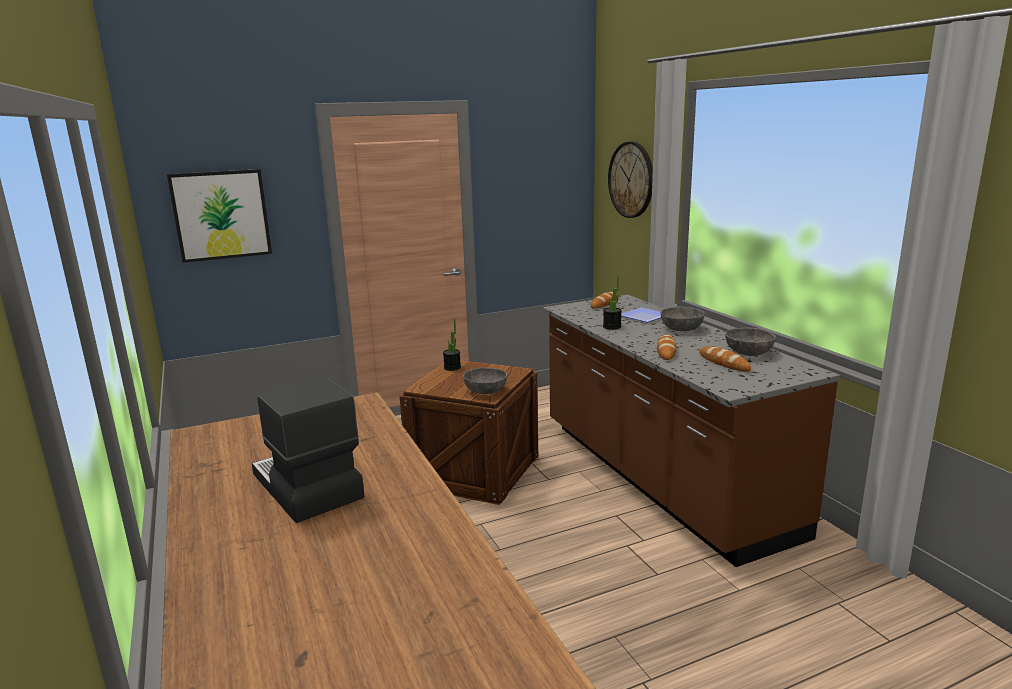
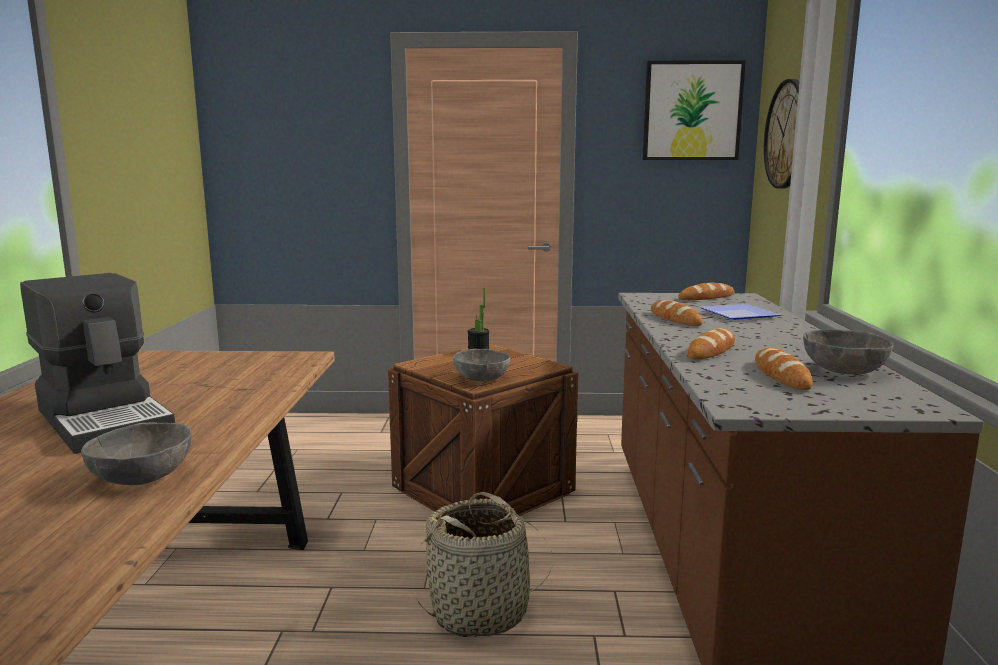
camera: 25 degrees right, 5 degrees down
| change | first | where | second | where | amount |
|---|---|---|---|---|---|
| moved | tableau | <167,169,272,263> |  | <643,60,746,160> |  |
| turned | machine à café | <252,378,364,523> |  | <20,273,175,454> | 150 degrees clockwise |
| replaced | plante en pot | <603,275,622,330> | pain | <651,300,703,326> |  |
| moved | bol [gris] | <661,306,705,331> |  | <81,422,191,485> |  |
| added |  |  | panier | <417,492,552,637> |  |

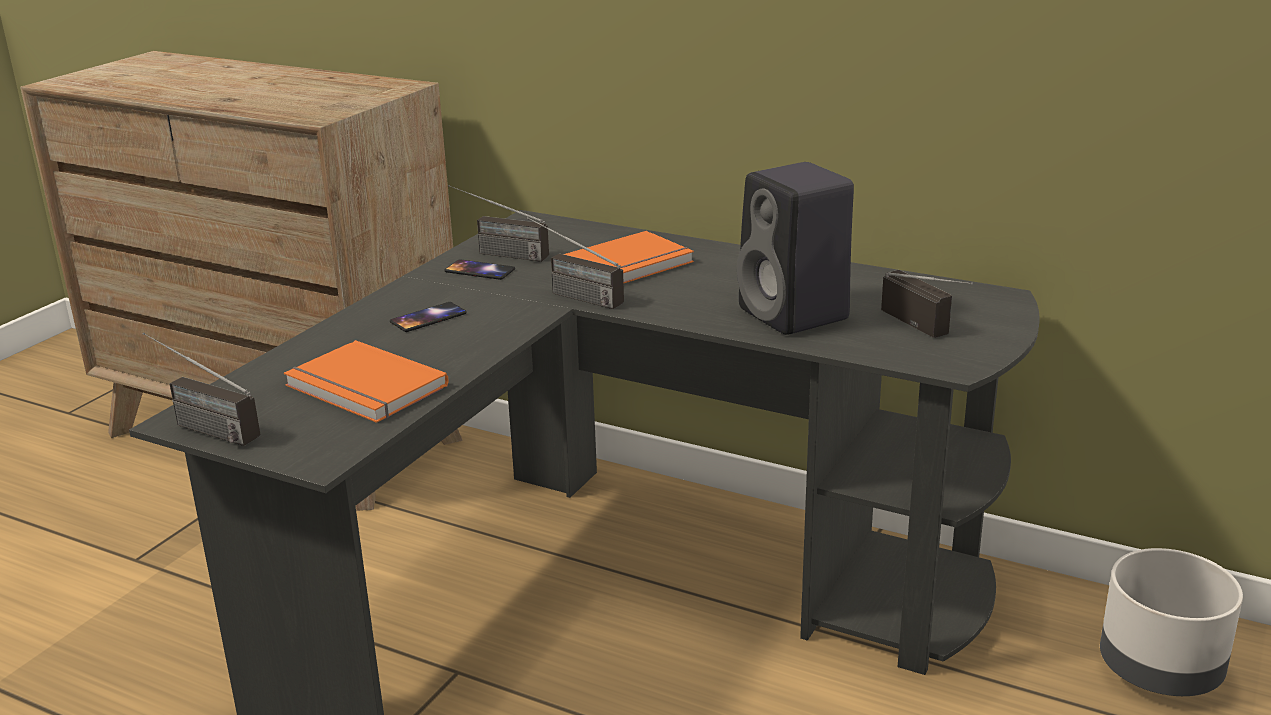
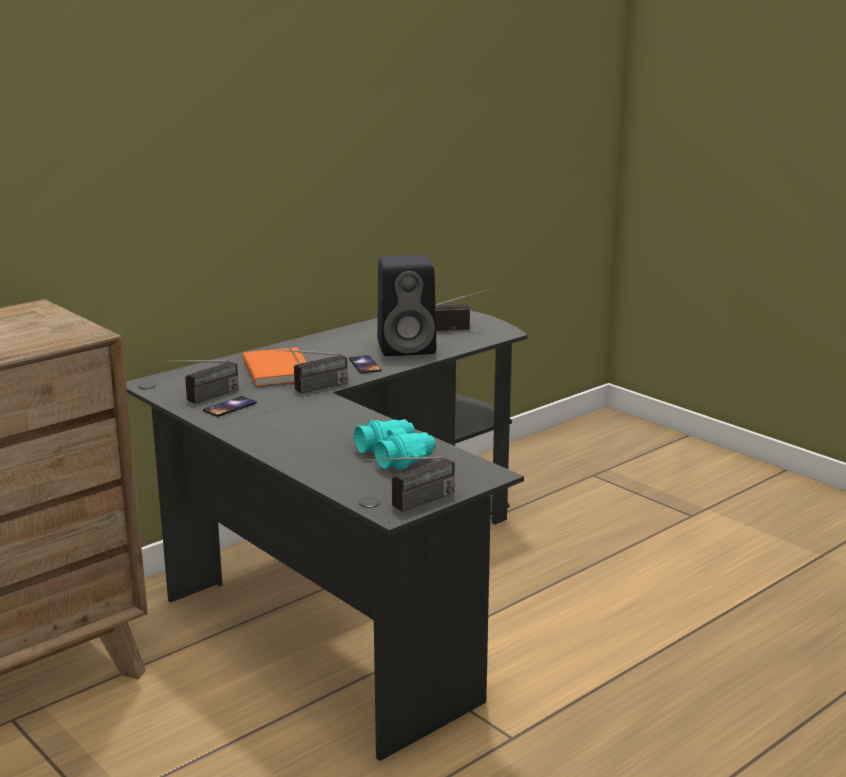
camera: 70 degrees left, 5 degrees down
| change | first | where | second | where | amount |
|---|---|---|---|---|---|
| replaced | livre [orange] | <284,340,449,423> | jumelles [turquoise] | <354,419,436,470> |  |
| moved | téléphone | <390,302,467,332> |  | <349,355,381,374> |  |
| removed | cache-pot [gris] | <1100,548,1243,696> |  |  |  |

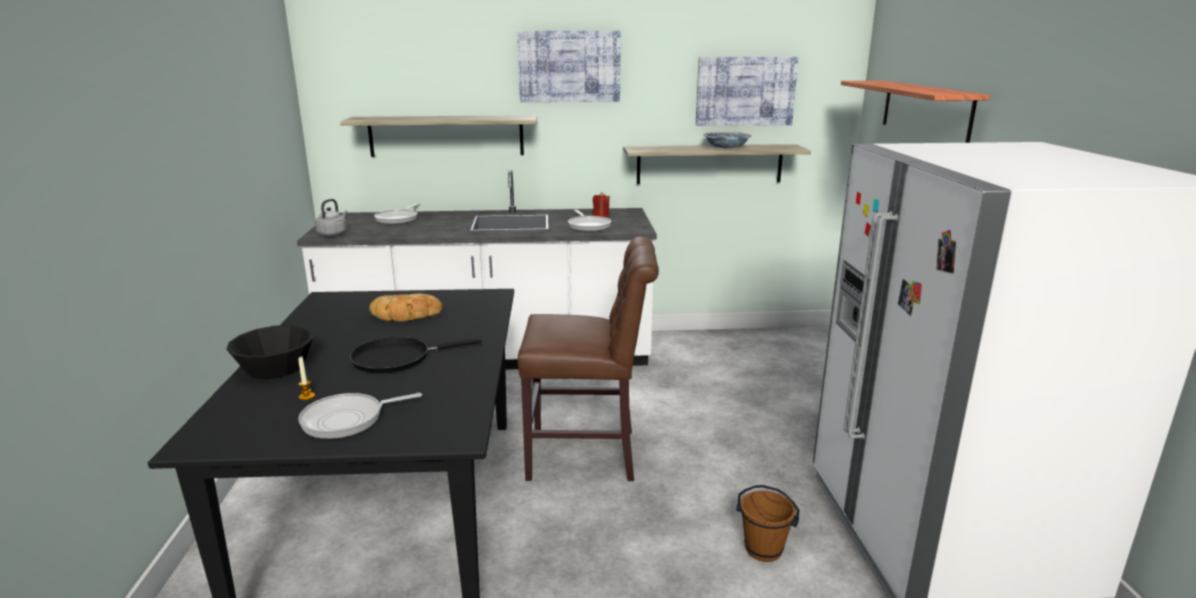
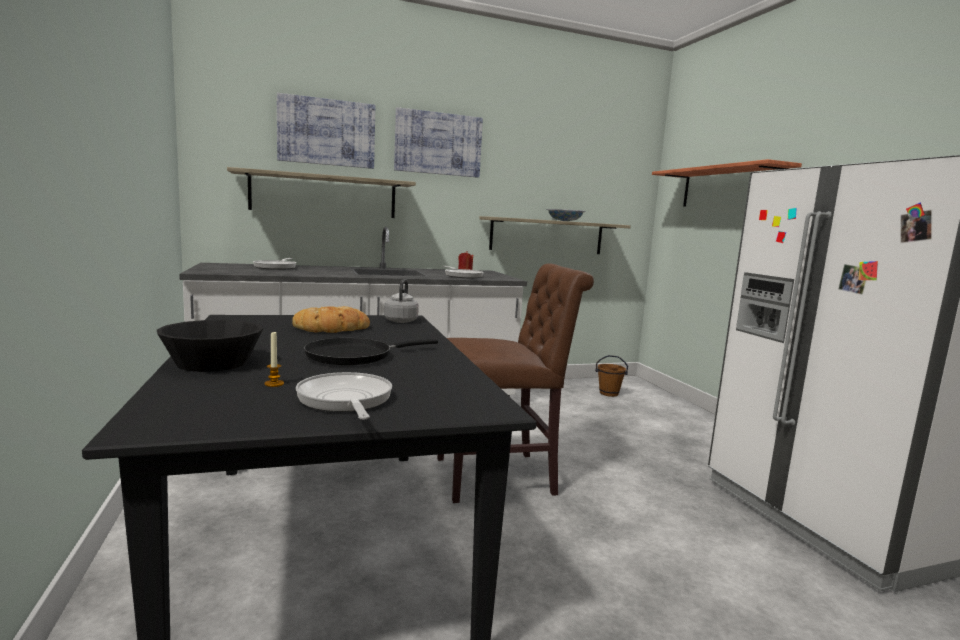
camera: 15 degrees left, 10 degrees down
| change | first | where | second | where | amount |
|---|---|---|---|---|---|
| turned | poêle | <298,393,422,439> |  | <296,372,392,419> | 105 degrees clockwise |
| moved | bouilloire [gris] | <315,199,347,236> |  | <384,279,419,323> |  |
| moved | tableau | <696,57,798,126> |  | <277,93,375,169> |  |
| moved | seau [marron] | <736,485,800,562> |  | <595,355,628,397> |  |

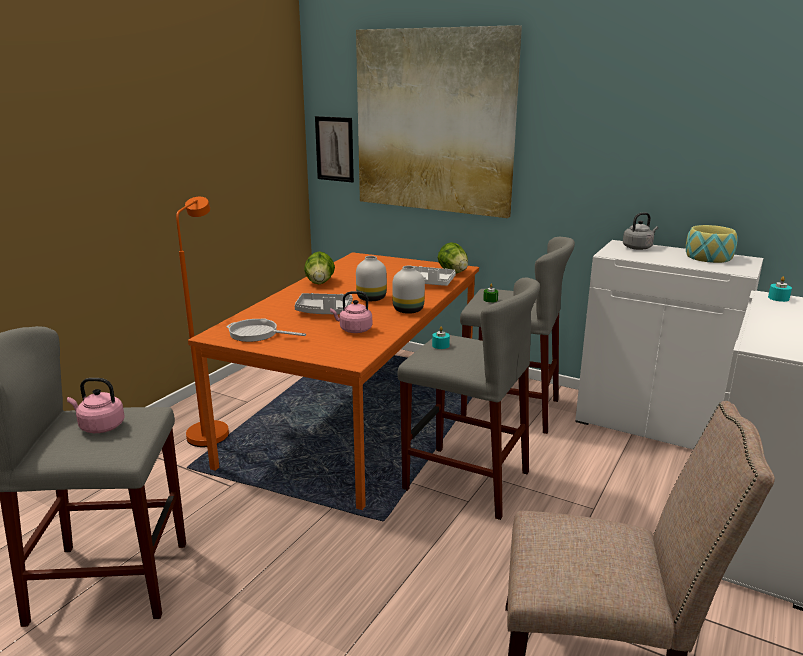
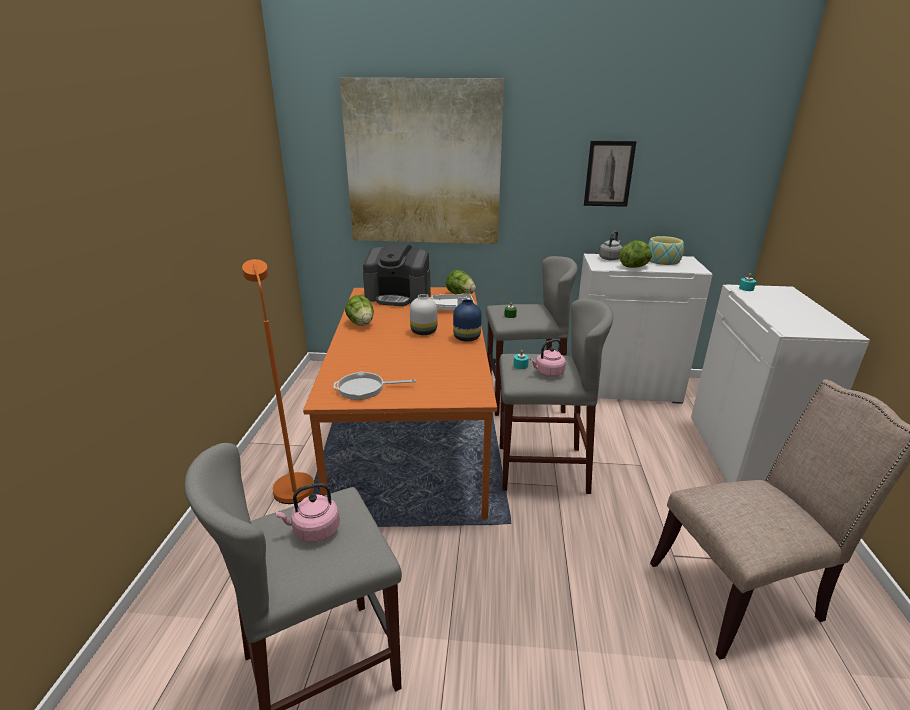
camera: 25 degrees left, 5 degrees up
| change | first | where | second | where | amount |
|---|---|---|---|---|---|
| removed | plateau [gris] | <294,293,353,314> |  |  |  |
| moved | tableau | <315,116,354,183> |  | <584,141,637,207> |  |
| moved | bouilloire [rose] | <330,291,372,333> |  | <530,339,566,377> |  |
| recoloured | vase [blanc] | <392,265,425,314> | vase [bleu] | <453,299,482,342> |  |
| added |  |  | machine à café | <363,243,431,306> |  |
| added |  |  | laitue | <619,241,652,268> |  |

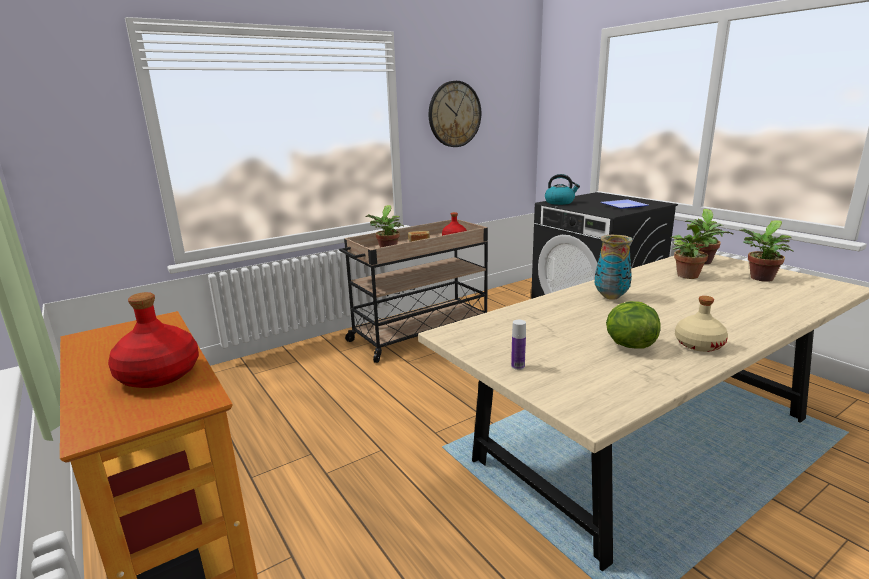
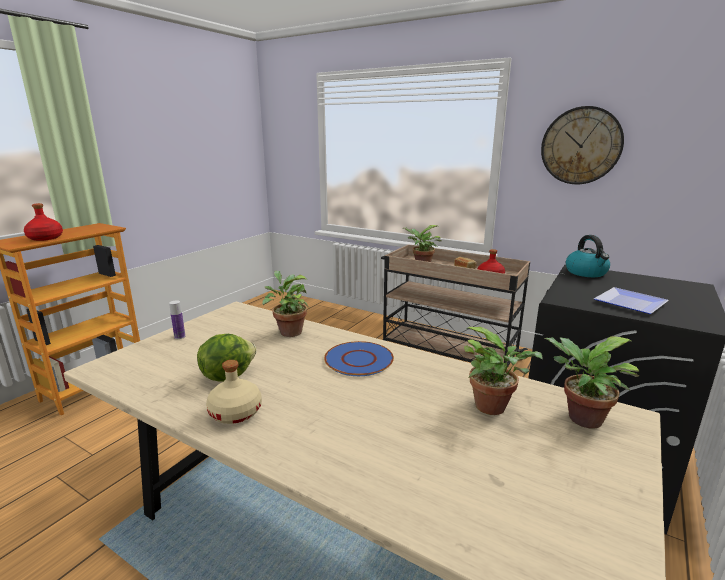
camera: 65 degrees right, 0 degrees up
| change | first | where | second | where | amount |
|---|---|---|---|---|---|
| replaced | vase | <595,235,633,300> | assiette [bleu] | <324,341,394,376> |  |
| moved | plante en pot | <740,220,794,282> |  | <262,271,309,337> |  |

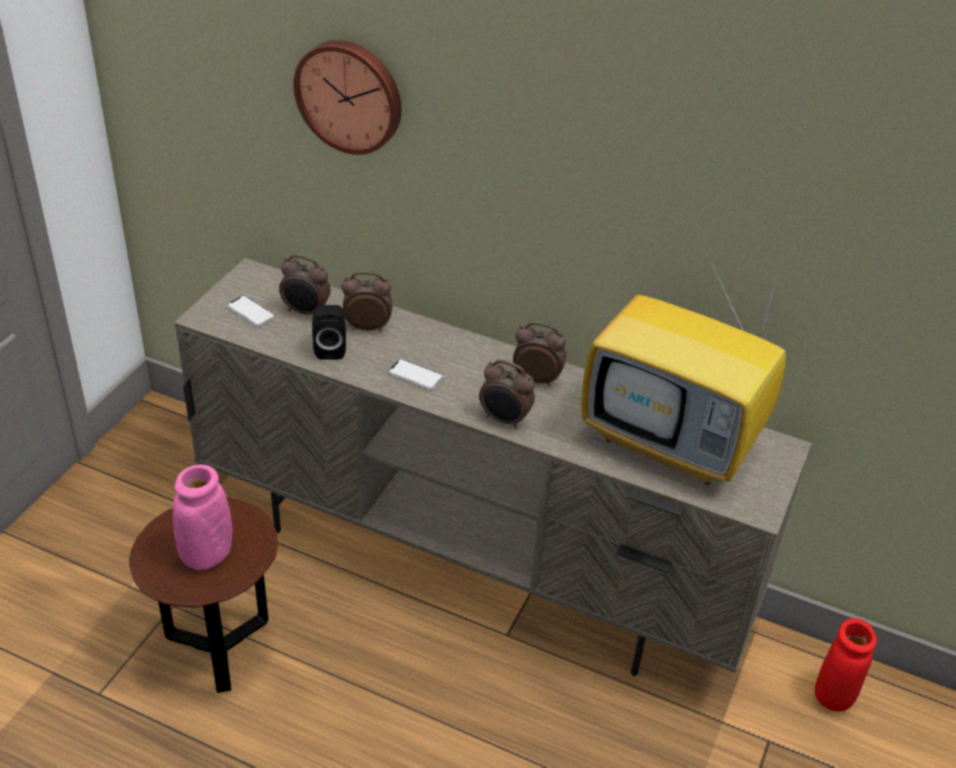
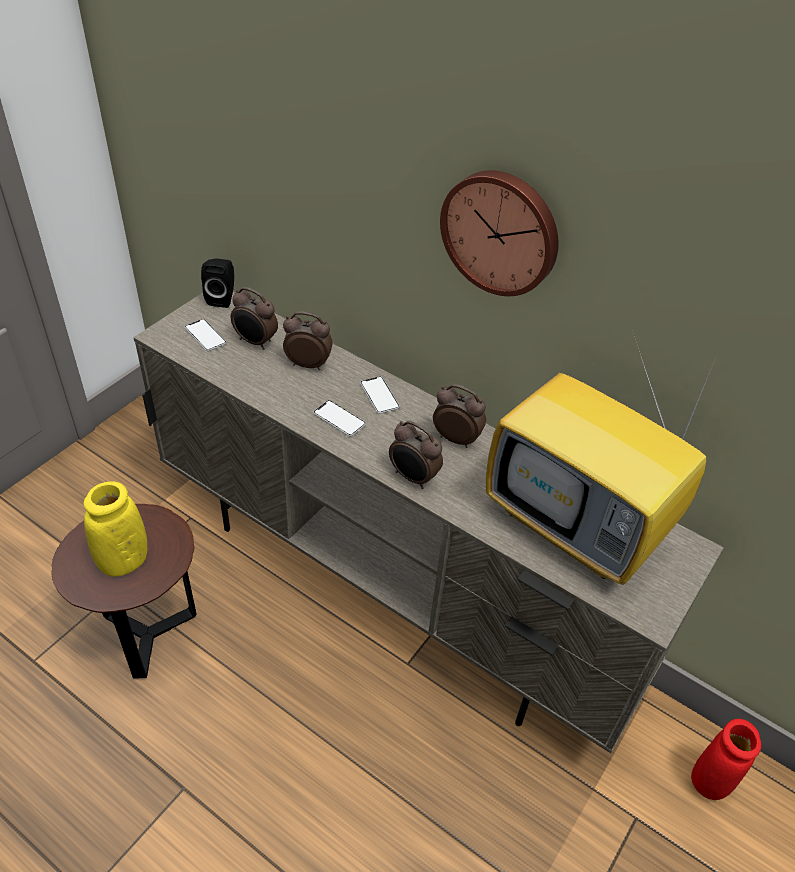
camera: 10 degrees right, 5 degrees up
| change | first | where | second | where | amount |
|---|---|---|---|---|---|
| recoloured | vase [rose] | <173,465,232,570> | vase [jaune] | <84,481,147,577> |  |
| moved | horloge murale | <293,40,402,155> |  | <440,170,559,296> |  |
| moved | enceinte [noir] | <312,305,346,359> |  | <201,259,234,308> |  |
| added |  |  | téléphone | <360,376,400,414> |  |

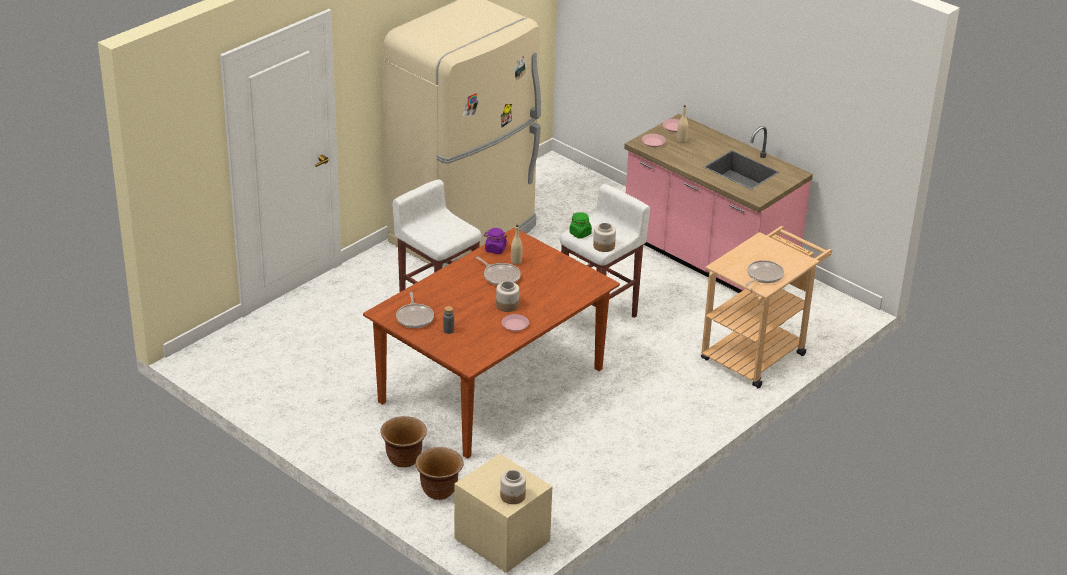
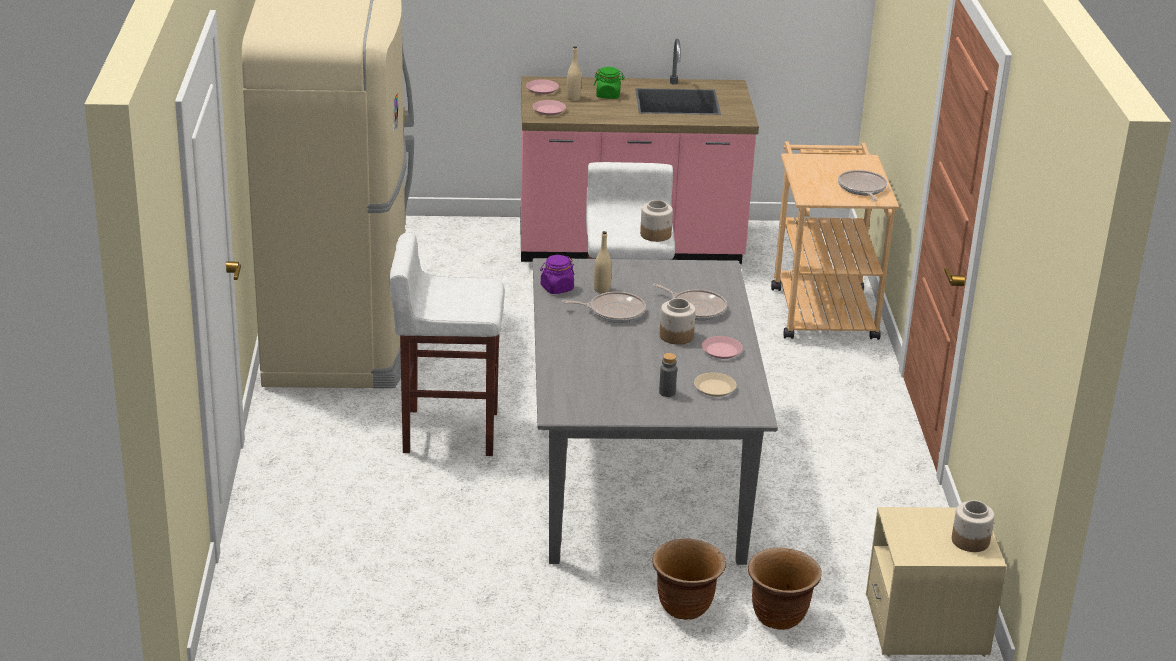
camera: 45 degrees left, 5 degrees down
| change | first | where | second | where | amount |
|---|---|---|---|---|---|
| recoloured | table à manger [marron] | <363,228,620,459> | table à manger [gris] | <533,258,778,565> |  |
| moved | poêle | <396,292,434,328> |  | <653,283,727,320> |  |
| moved | bocal [vert] | <569,212,592,239> |  | <594,67,625,99> |  |
| added |  |  | assiette [beige] | <694,373,737,397> |  |

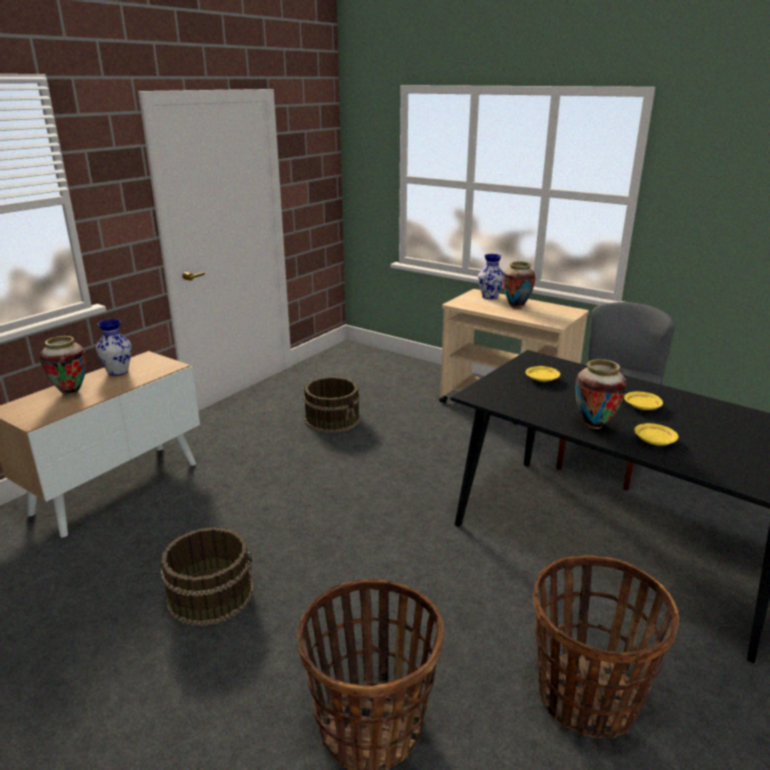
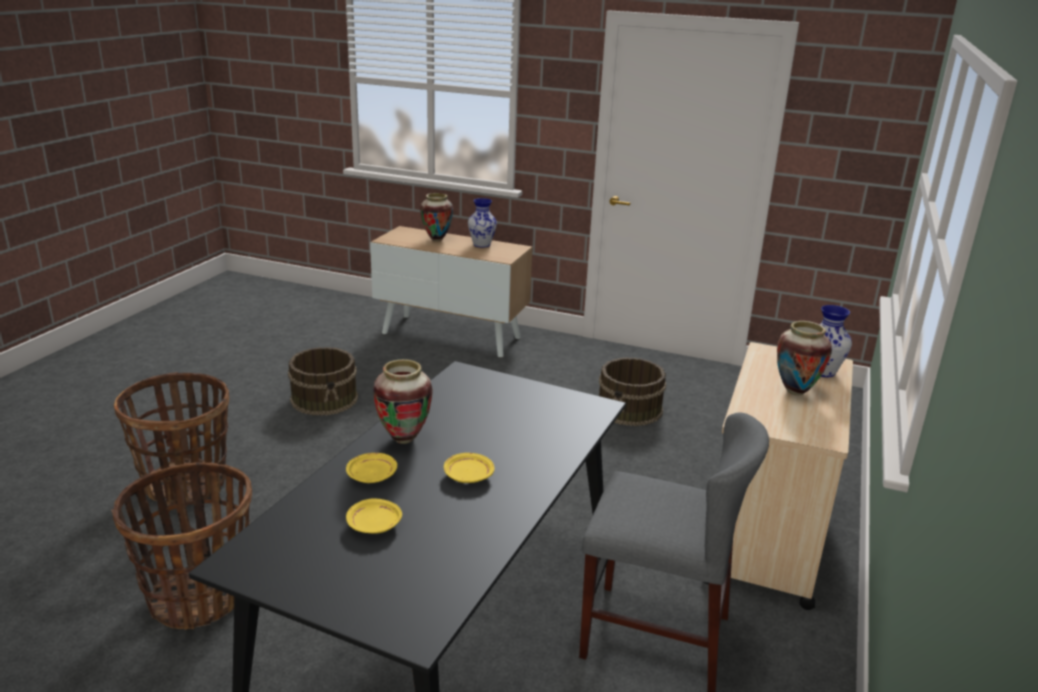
camera: 75 degrees right, 0 degrees up
| change | first | where | second | where | amount |
|---|---|---|---|---|---|
| moved | assiette [jaune] | <525,366,560,382> |  | <346,499,402,534> |  |

